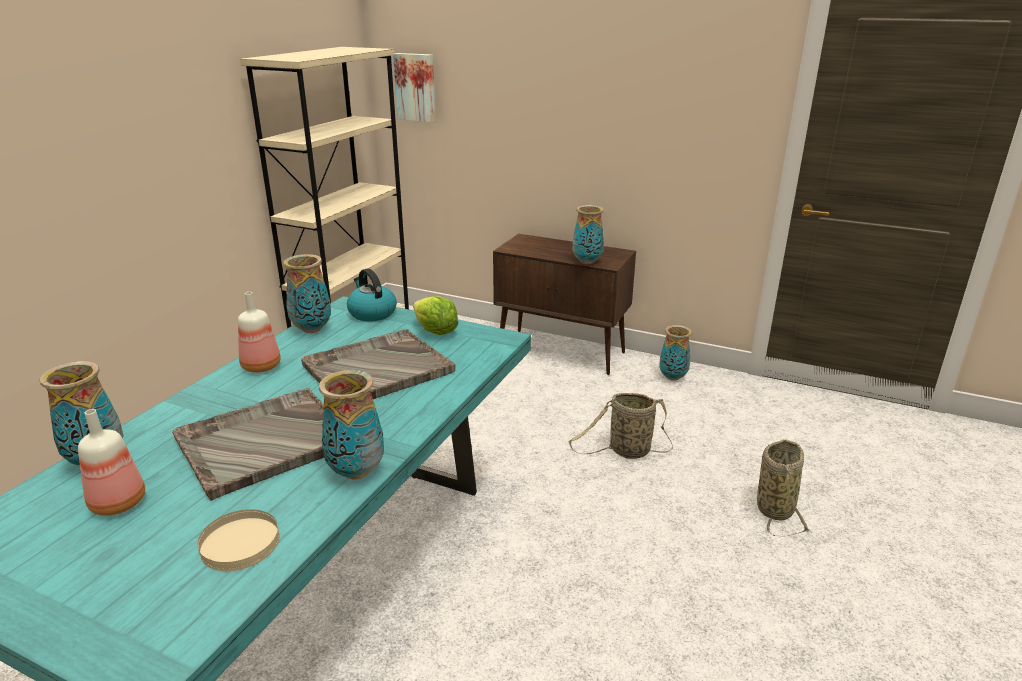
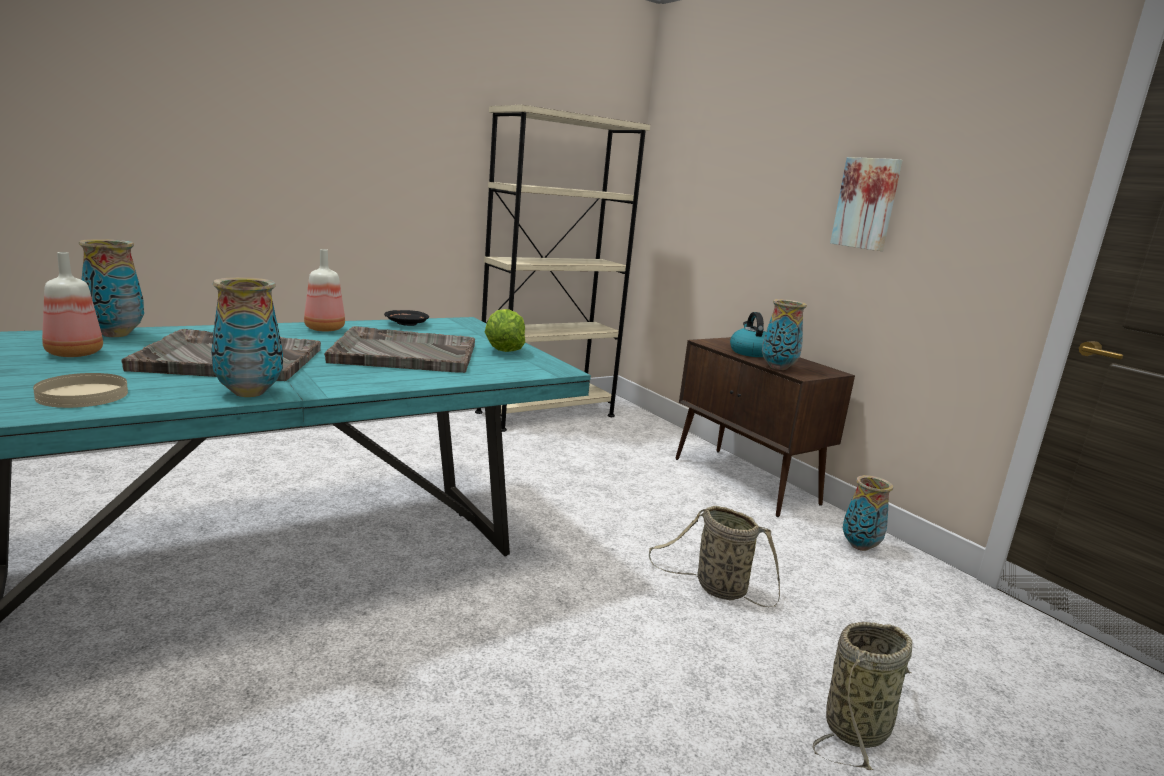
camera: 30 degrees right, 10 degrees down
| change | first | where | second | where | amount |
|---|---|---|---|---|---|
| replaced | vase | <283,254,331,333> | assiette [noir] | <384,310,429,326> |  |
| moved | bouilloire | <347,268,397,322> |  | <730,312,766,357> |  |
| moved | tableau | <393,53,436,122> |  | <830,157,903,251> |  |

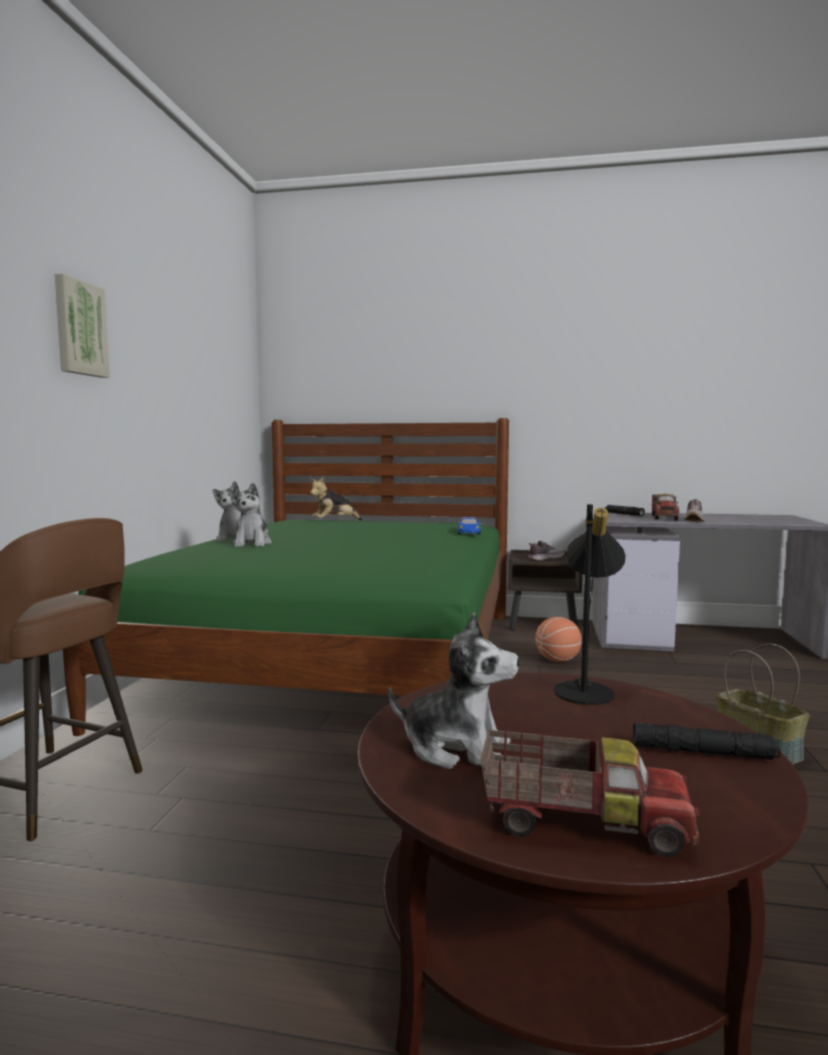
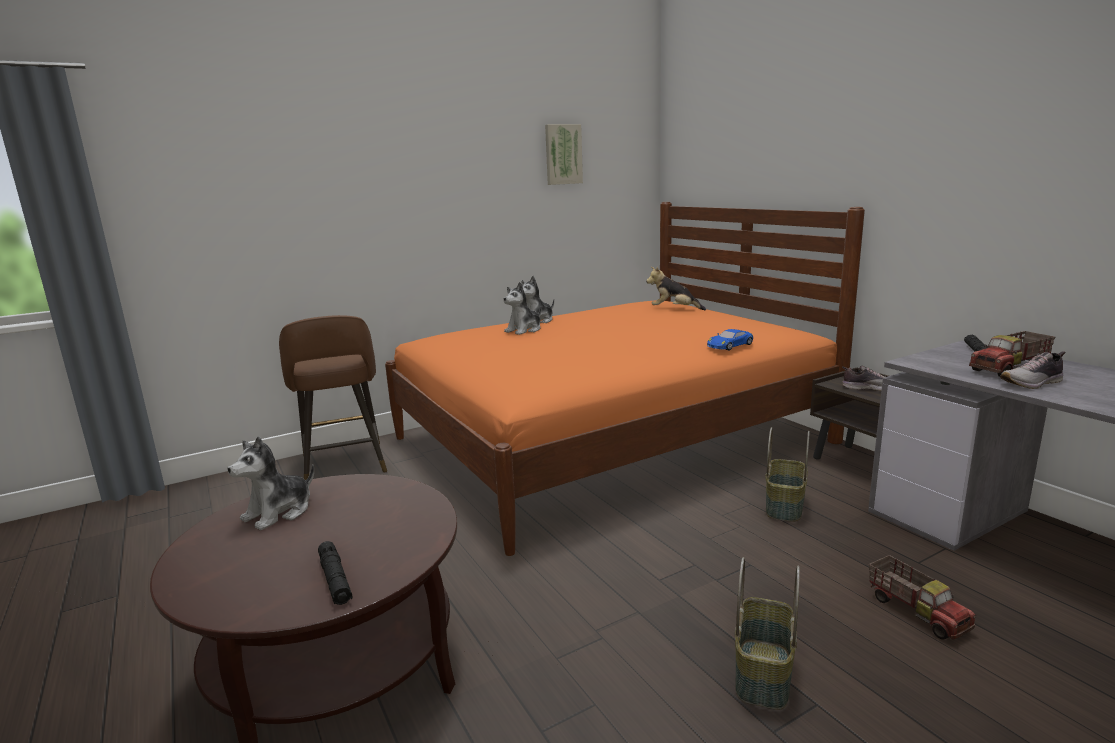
camera: 50 degrees right, 10 degrees up
| change | first | where | second | where | amount |
|---|---|---|---|---|---|
| moved | tableau | <55,274,110,378> |  | <545,124,583,185> |  |
| recoloured | lit [vert] | <63,418,509,736> | lit [orange] | <385,202,865,556> |  |
| turned | peluche | <389,613,519,769> |  | <227,436,314,530> | 60 degrees clockwise |
| moved | camion jouet | <480,730,699,857> |  | <869,555,976,640> |  |
| replaced | ballon de basket | <535,617,582,662> | panier | <765,427,810,522> |  |
| removed | lampe de table [noir] | <553,504,626,705> |  |  |  |

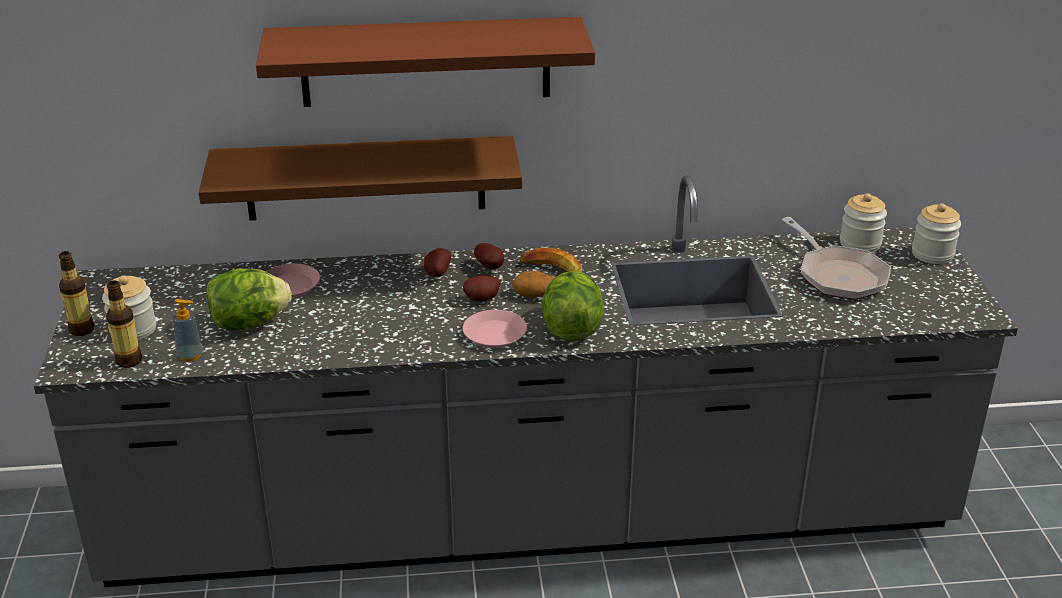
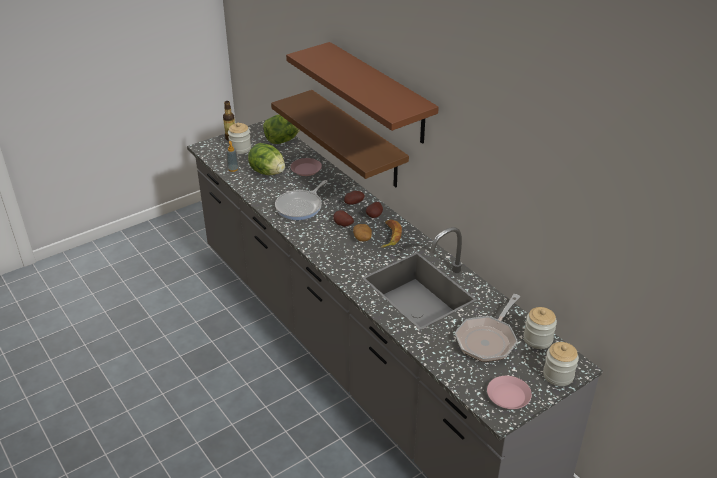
camera: 60 degrees right, 5 degrees up
| change | first | where | second | where | amount |
|---|---|---|---|---|---|
| removed | bouteille | <106,280,142,368> |  |  |  |
| moved | assiette [rose] | <463,310,527,348> |  | <487,376,532,409> |  |
| moved | laitue | <541,271,604,341> |  | <263,115,300,144> |  |
| added |  |  | poêle | <275,180,328,220> |  |

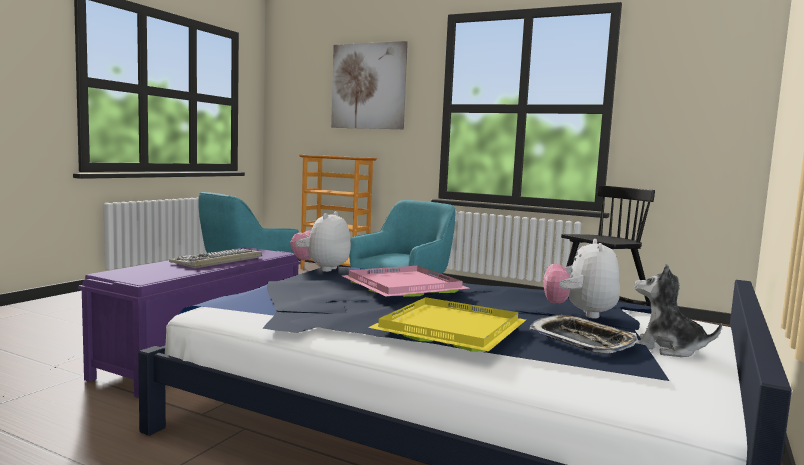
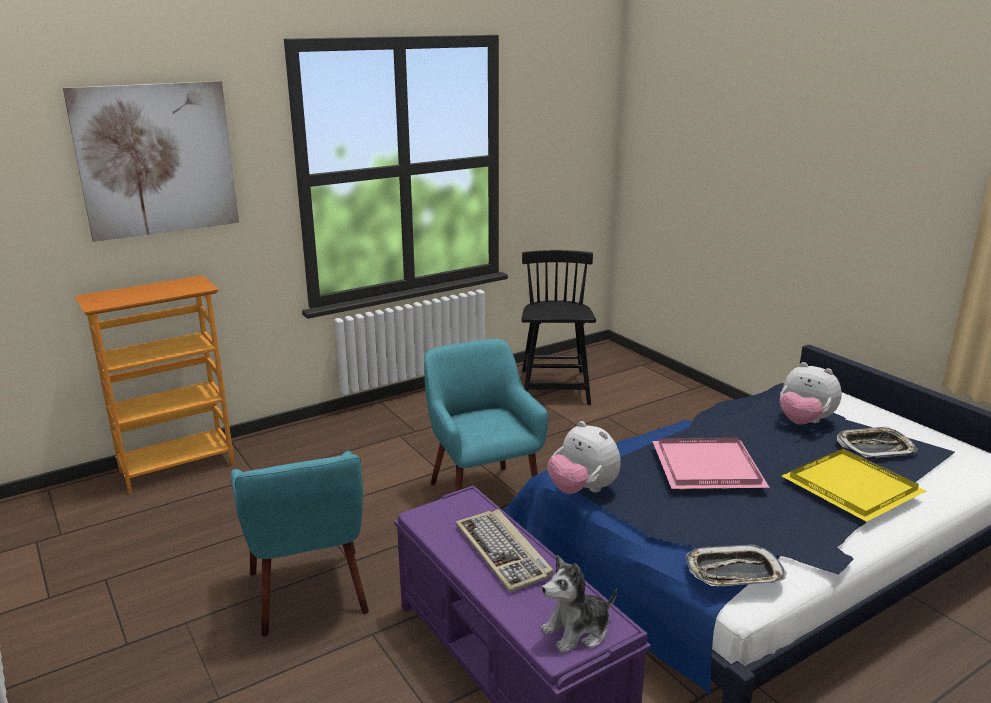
camera: 60 degrees left, 15 degrees up
| change | first | where | second | where | amount |
|---|---|---|---|---|---|
| moved | peluche | <634,263,722,357> |  | <541,555,617,653> |  |
| added |  |  | plateau | <686,544,787,586> |  |

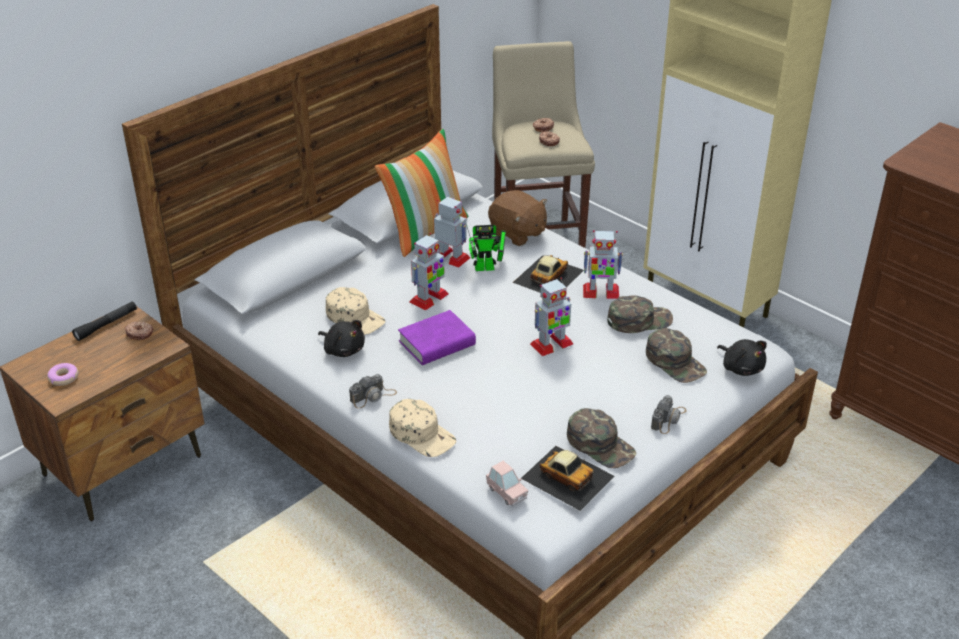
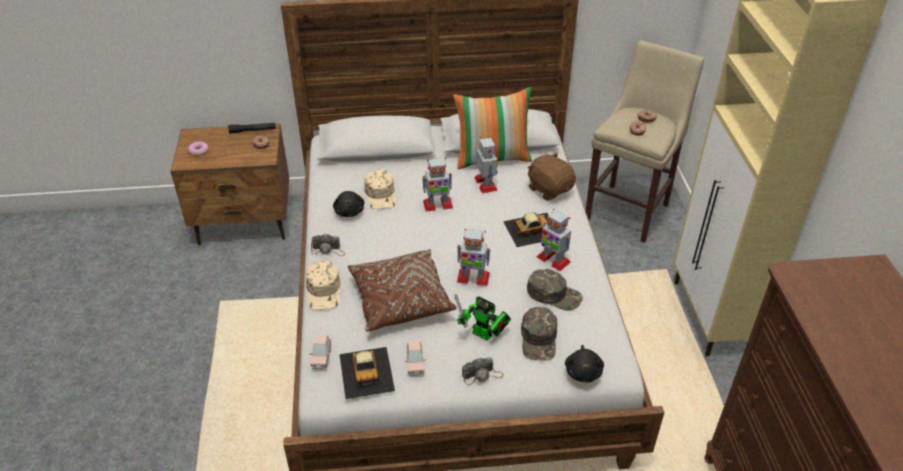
camera: 40 degrees right, 5 degrees up
| change | first | where | second | where | amount |
|---|---|---|---|---|---|
| removed | livre [violet] | <398,310,476,365> |  |  |  |
| moved | robot jouet | <466,224,506,271> |  | <455,294,511,341> |  |
| turned | peluche [marron] | <488,190,547,246> |  | <528,153,576,201> | 150 degrees clockwise |
| replaced | casquette [vert] | <567,408,636,468> | petite voiture [rose] | <405,341,426,376> |  |
| added |  |  | coussin [marron] | <348,249,456,332> |  |

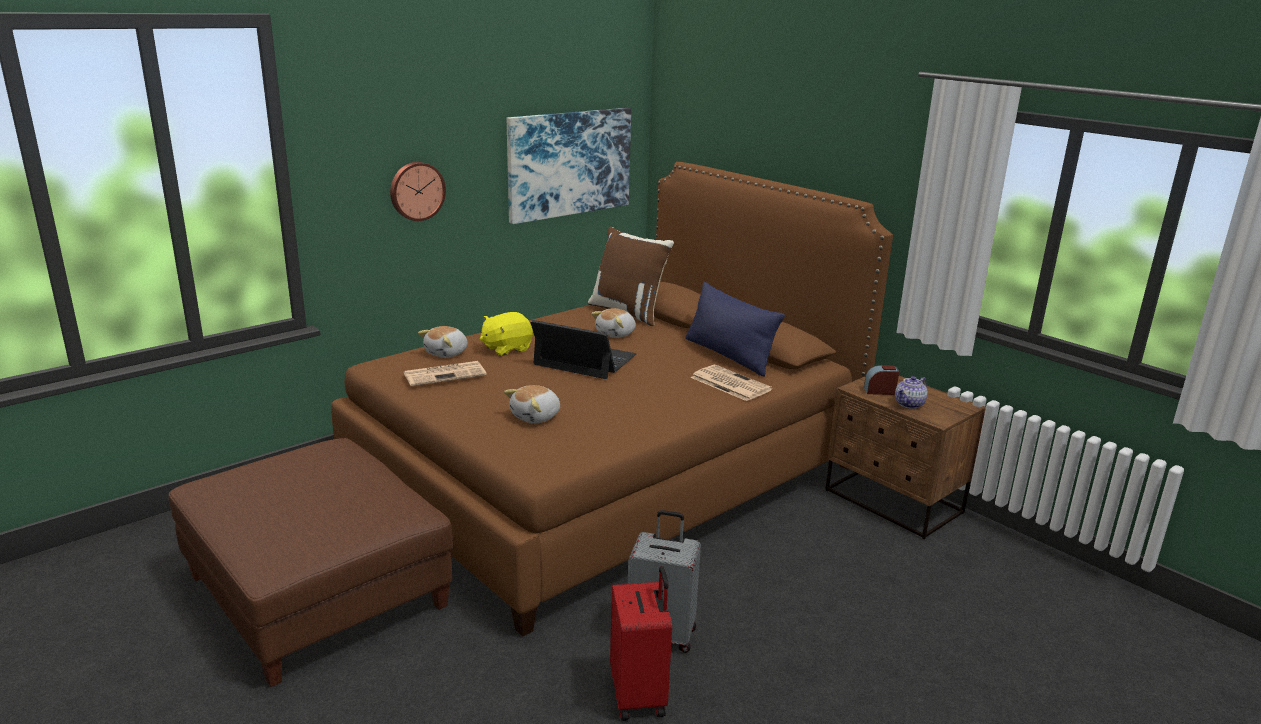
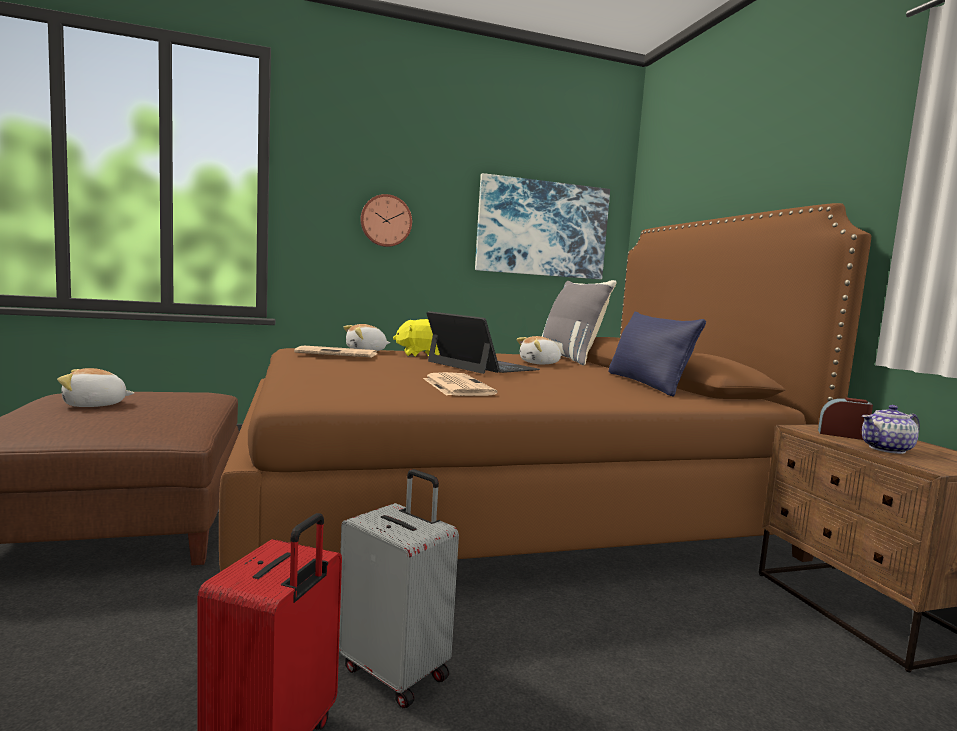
camera: 25 degrees right, 15 degrees down
| change | first | where | second | where | amount |
|---|---|---|---|---|---|
| moved | peluche | <504,385,560,423> |  | <57,368,134,407> |  |
| recoloured | coussin [marron] | <588,226,674,326> | coussin [gris] | <542,280,616,365> |  |
| moved | journal | <691,365,772,401> |  | <423,372,498,396> |  |

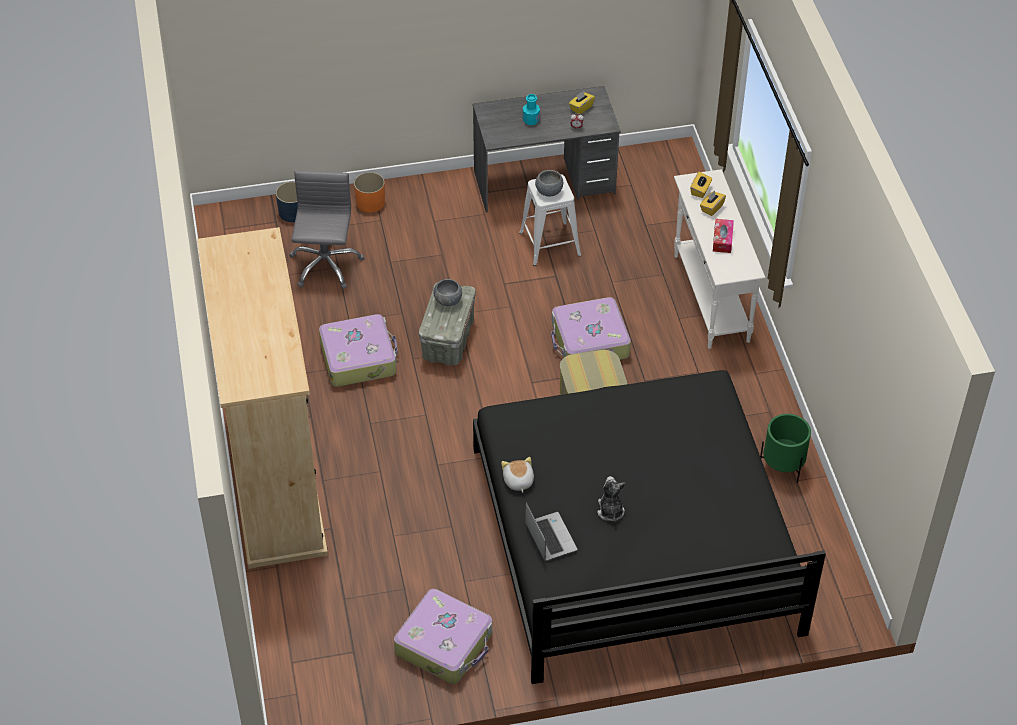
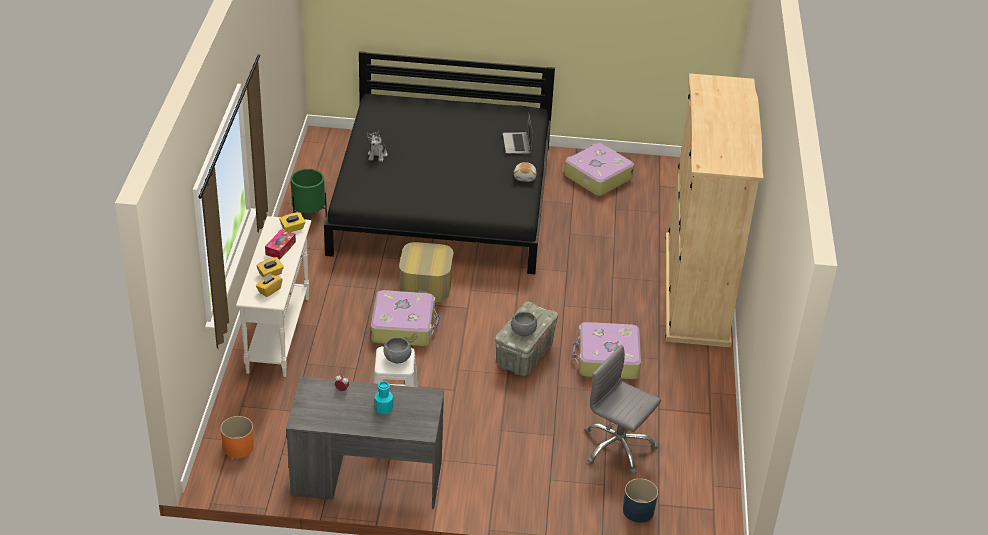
camera: 165 degrees left, 10 degrees down
| change | first | where | second | where | amount |
|---|---|---|---|---|---|
| turned | chaise de bureau [gris] | <289,171,364,289> |  | <584,345,661,474> | 105 degrees clockwise |
| moved | cache-pot [orange] | <354,172,385,213> |  | <220,416,254,459> |  |
| moved | boîte à mouchoirs [jaune] | <569,91,595,115> |  | <280,212,305,232> |  |
| moved | peluche | <597,476,625,522> |  | <367,131,388,162> |  |

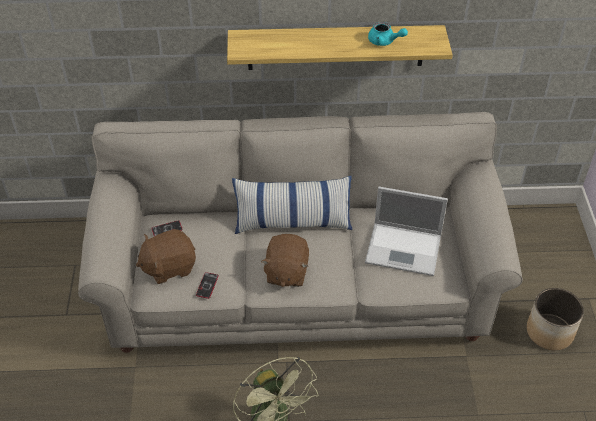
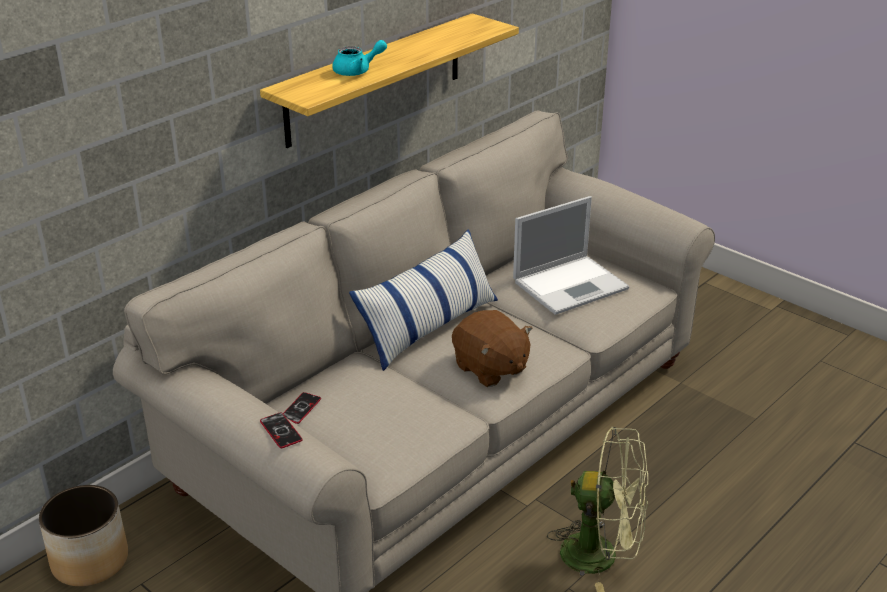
camera: 45 degrees left, 15 degrees down
| change | first | where | second | where | amount |
|---|---|---|---|---|---|
| removed | peluche [marron] | <136,229,196,284> |  |  |  |
| moved | téléphone | <196,272,219,299> |  | <260,412,303,448> |  |
| moved | théière [turquoise] | <368,22,408,46> |  | <332,40,387,76> |  |
| moved | cache-pot | <527,288,584,350> |  | <39,485,128,586> |  |

